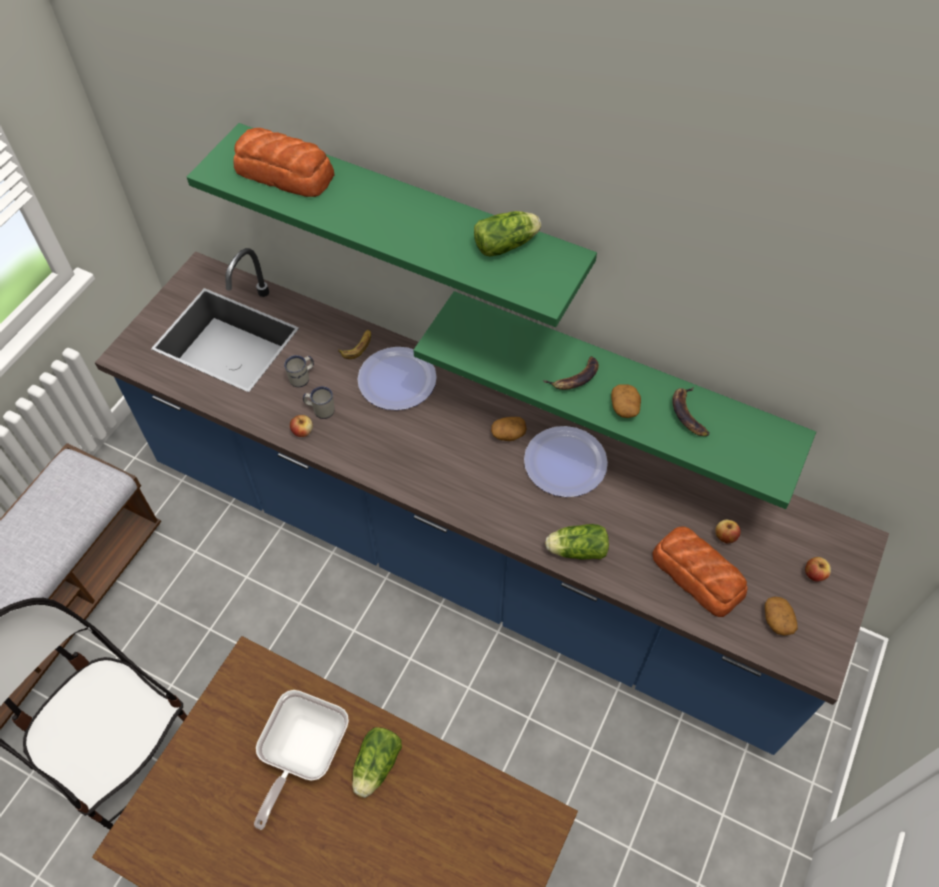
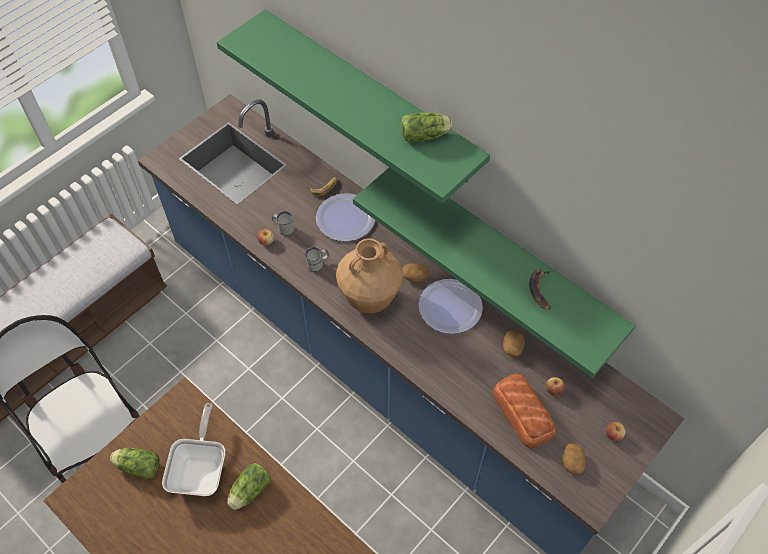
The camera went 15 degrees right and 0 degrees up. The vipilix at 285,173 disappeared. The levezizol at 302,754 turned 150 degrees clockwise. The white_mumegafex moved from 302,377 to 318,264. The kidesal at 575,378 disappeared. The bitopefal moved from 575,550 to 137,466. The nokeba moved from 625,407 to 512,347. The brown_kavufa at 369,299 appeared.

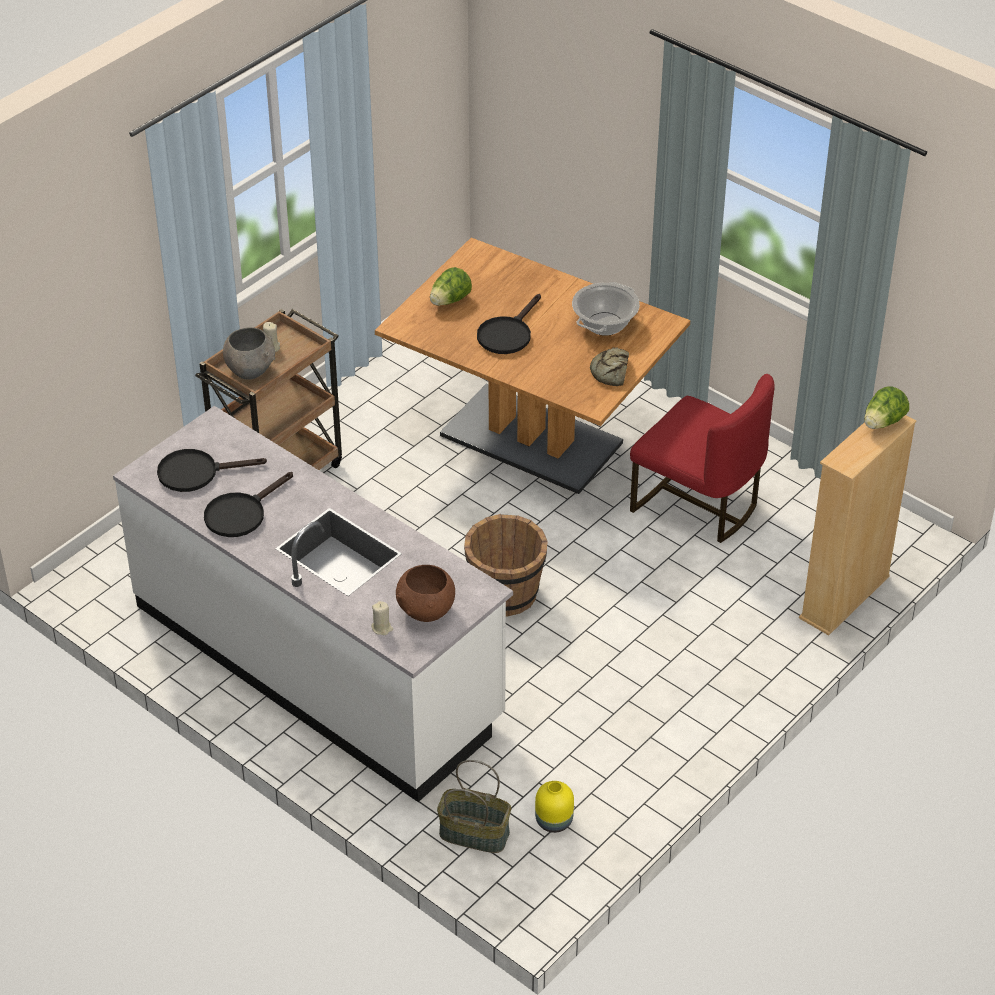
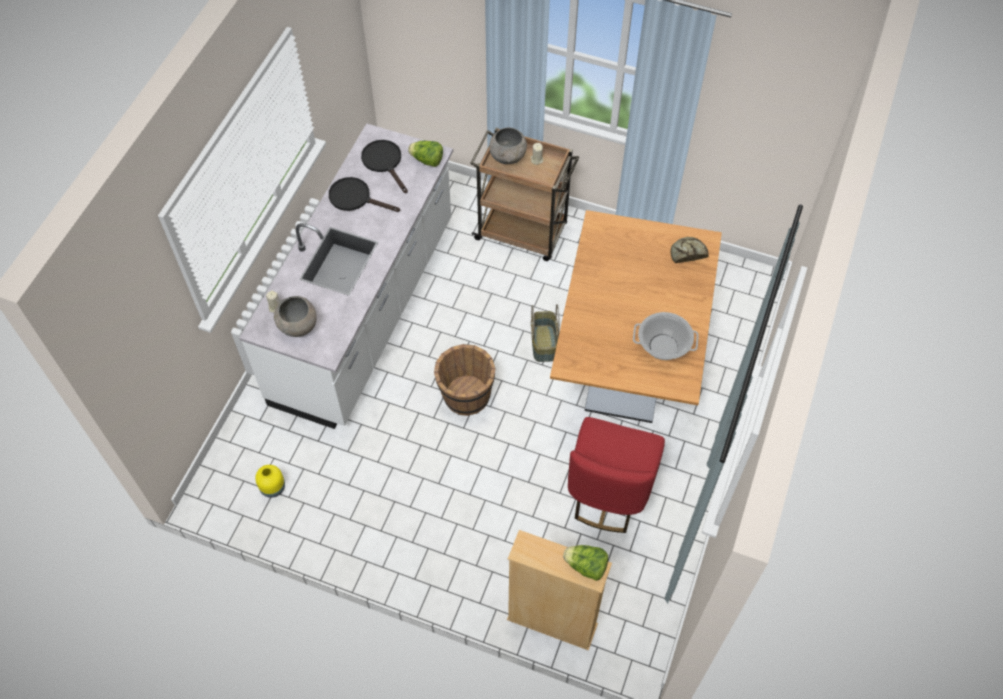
The camera went 70 degrees right and 15 degrees up. The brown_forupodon at 426,612 became the grey_forupodon at 298,327. The bitopefal moved from 450,300 to 427,160. The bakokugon moved from 475,833 to 544,344. The black_levezizol at 507,334 disappeared. The vipilix moved from 611,372 to 687,253.

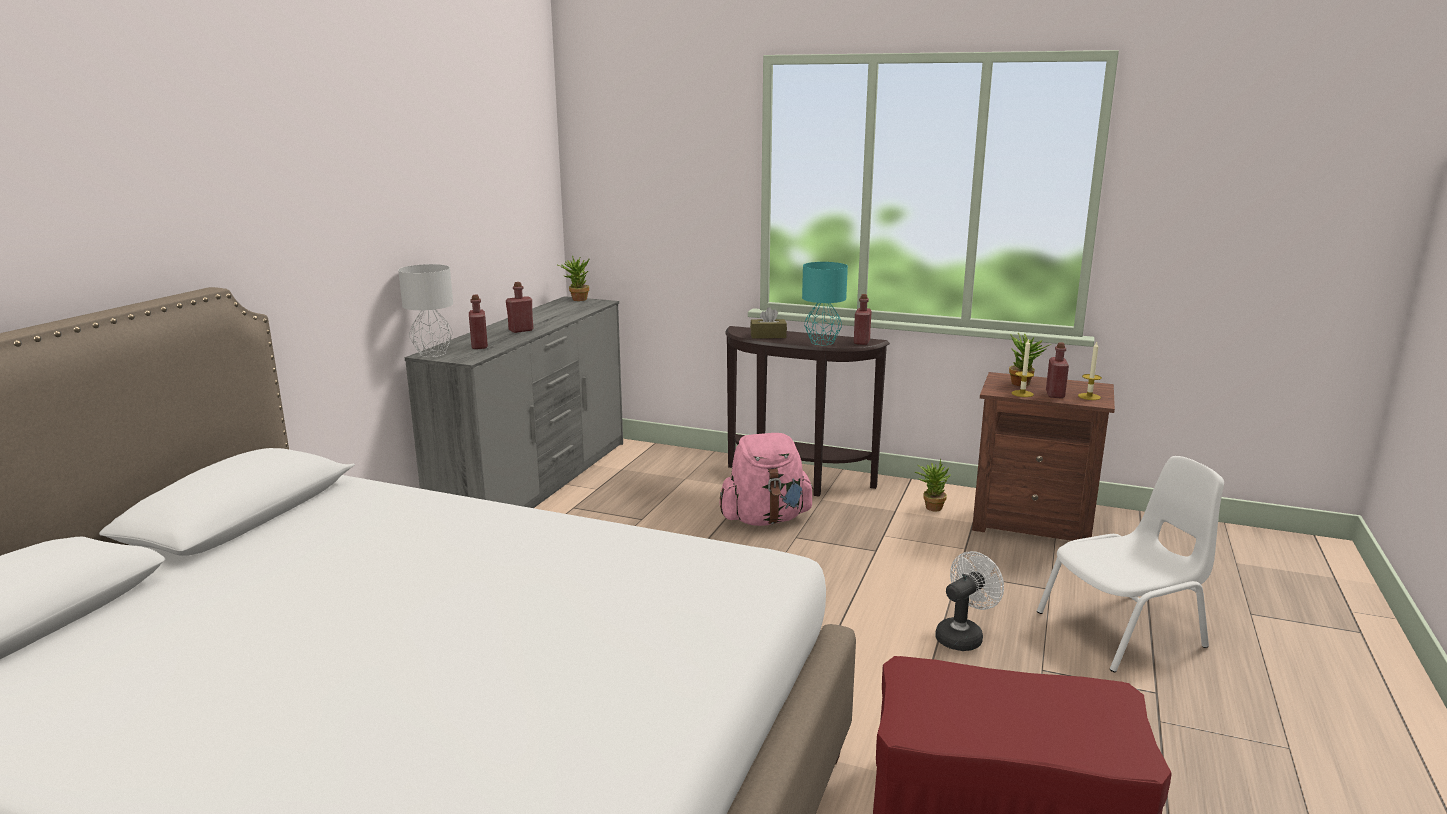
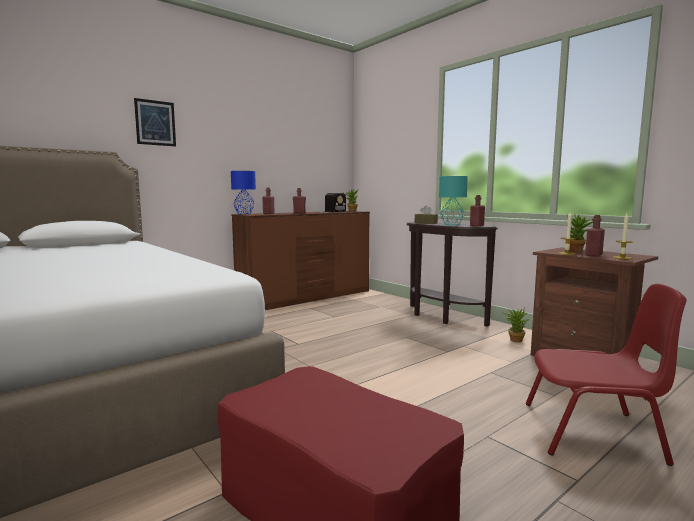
The camera went 30 degrees right and 10 degrees down. The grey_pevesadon at 433,354 became the blue_pevesadon at 244,214. The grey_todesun at 537,484 became the brown_todesun at 307,298. The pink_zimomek at 765,519 disappeared. The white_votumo at 963,636 disappeared. The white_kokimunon at 1123,630 became the red_kokimunon at 593,433. The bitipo at 155,123 appeared. The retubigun at 329,212 appeared.

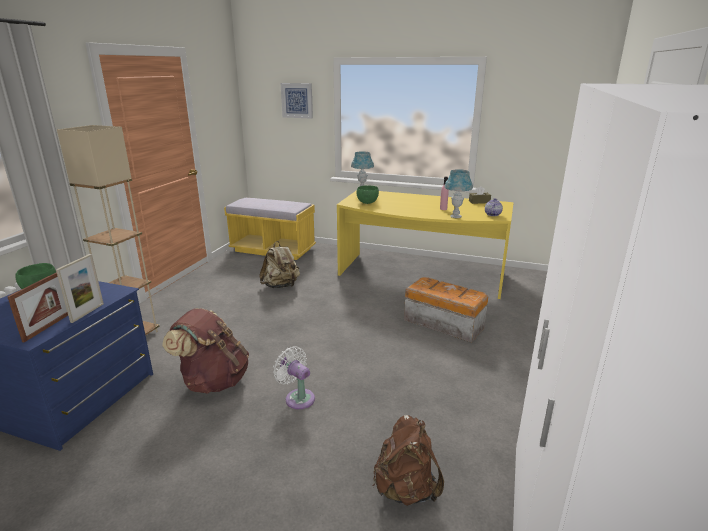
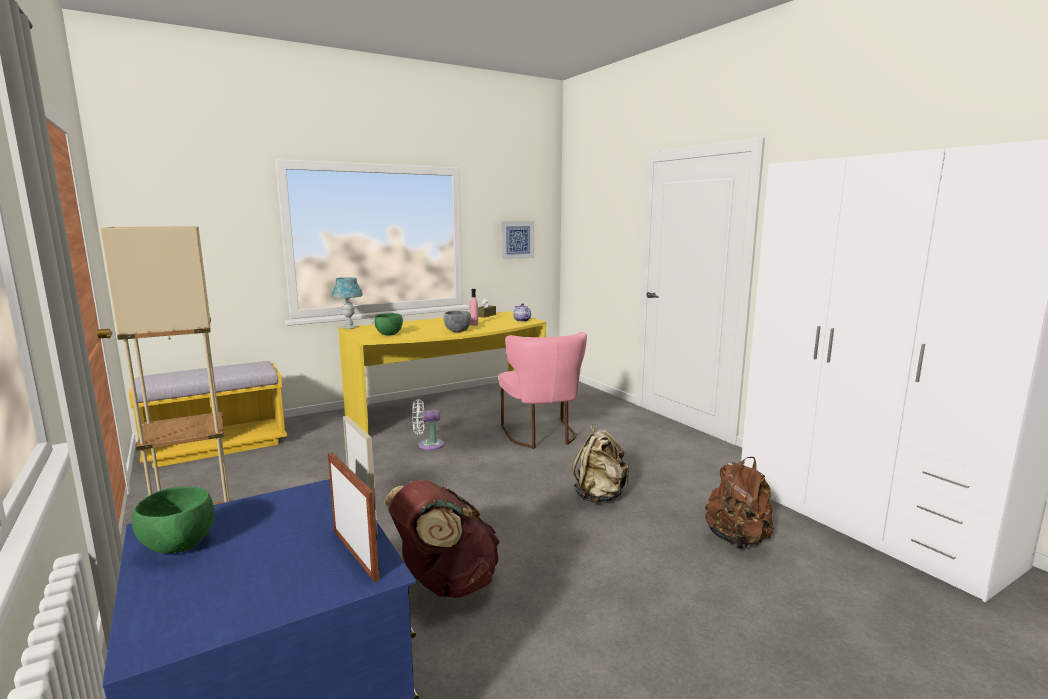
The camera went 50 degrees left and 10 degrees down. The beige_zimomek moved from 281,286 to 599,496. The white_votumo moved from 298,397 to 428,445. The bitipo moved from 297,100 to 517,239. The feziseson at 443,323 was replaced by the pink_kokimunon at 542,435. The blue_pevesadon at 455,216 disappeared. The grey_forupodon at 457,331 appeared.

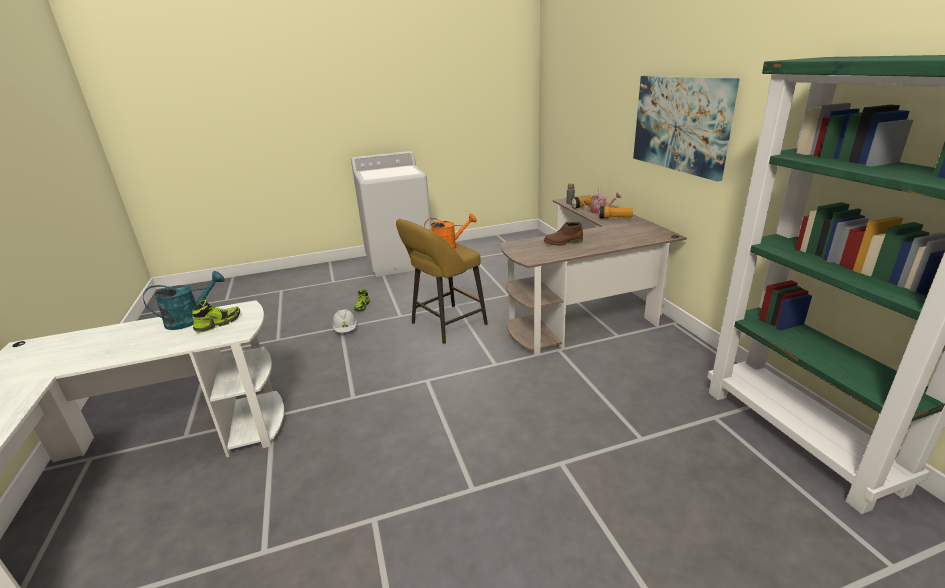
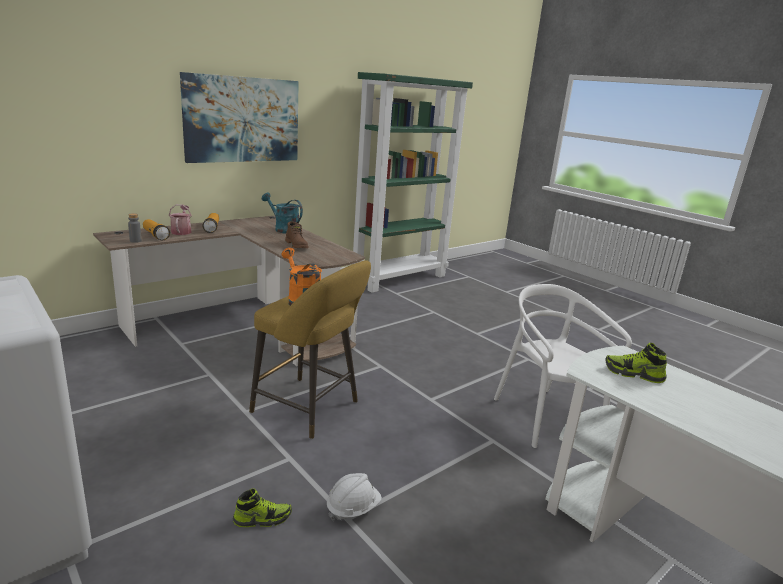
The camera went 115 degrees left and 5 degrees down. The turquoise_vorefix moved from 191,319 to 283,229. The white_kokimunon at 545,417 appeared.

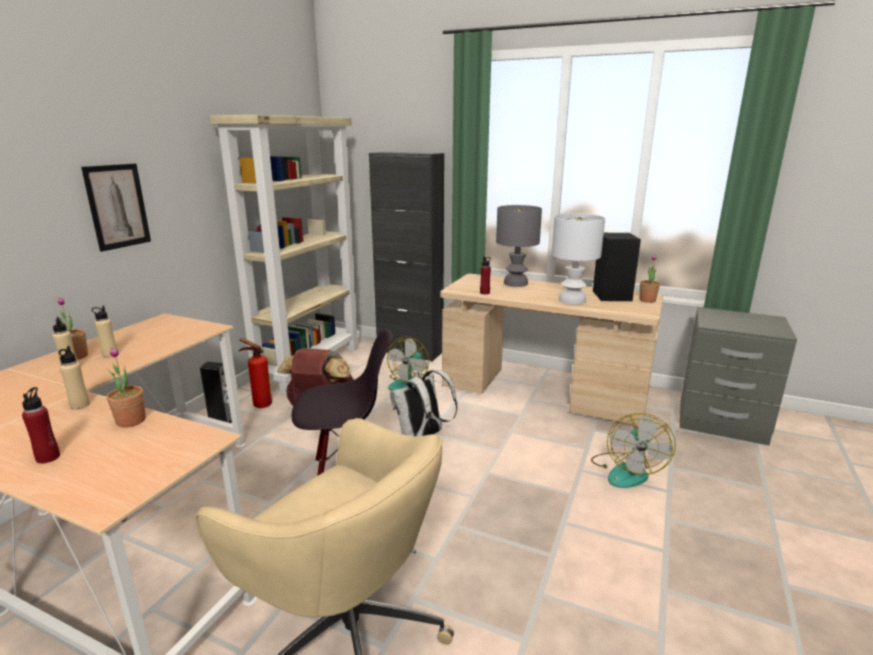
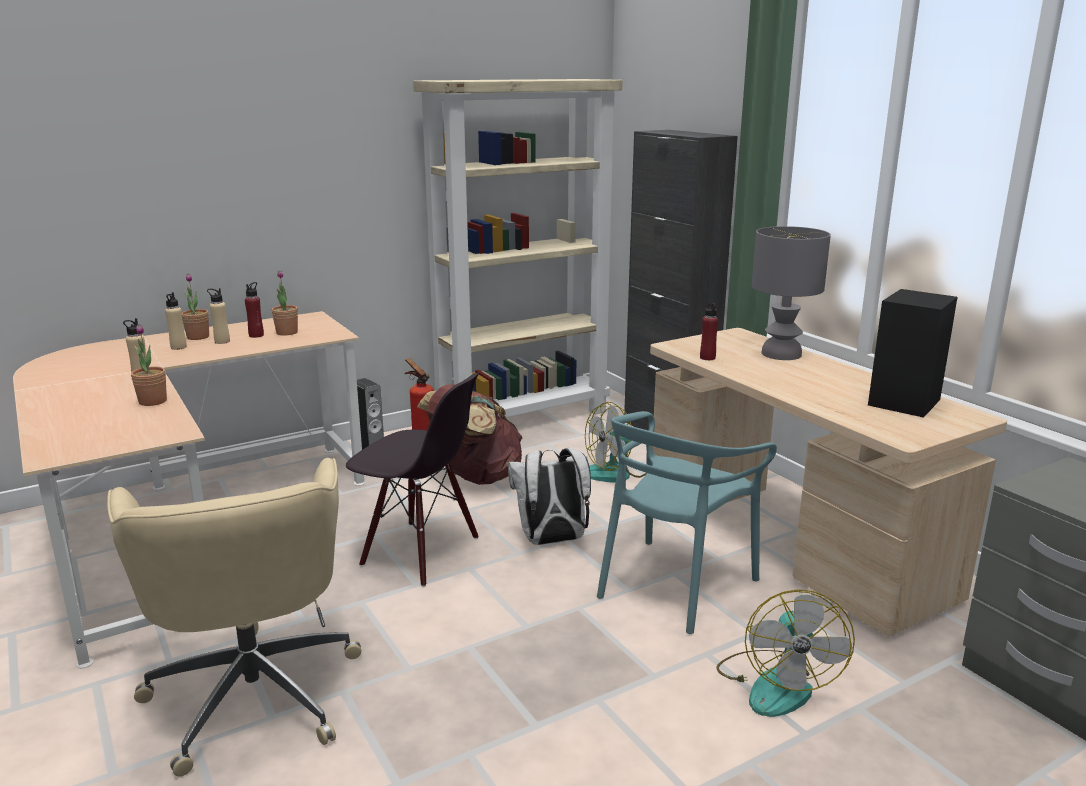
The camera went 35 degrees right and 0 degrees up. The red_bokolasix moved from 48,457 to 256,335. The bitipo at 117,206 disappeared. The white_pevesadon at 571,300 disappeared. The votumo at 627,471 turned 45 degrees counterclockwise. The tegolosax moved from 647,300 to 287,332. The turquoise_kokimunon at 674,585 appeared.

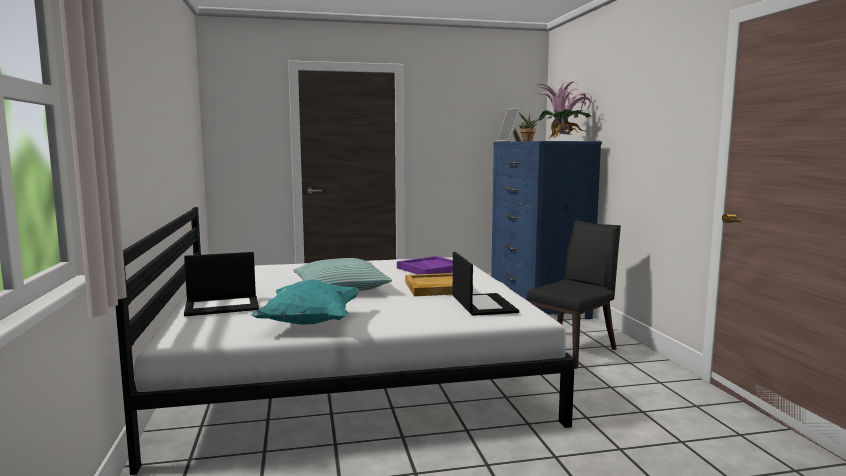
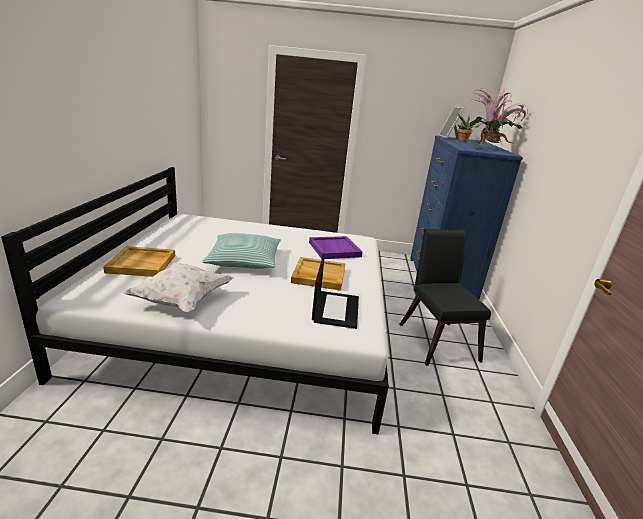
The camera went 15 degrees right and 15 degrees up. The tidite at 223,306 was replaced by the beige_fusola at 142,263. The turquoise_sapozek at 310,323 became the white_sapozek at 182,300. The black_kokimunon at 571,348 turned 75 degrees counterclockwise.

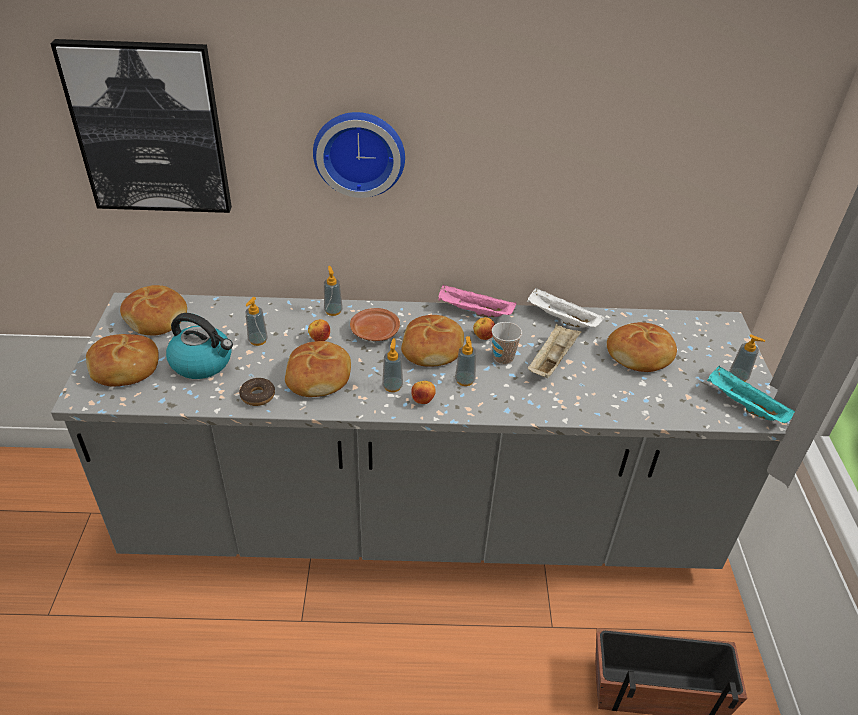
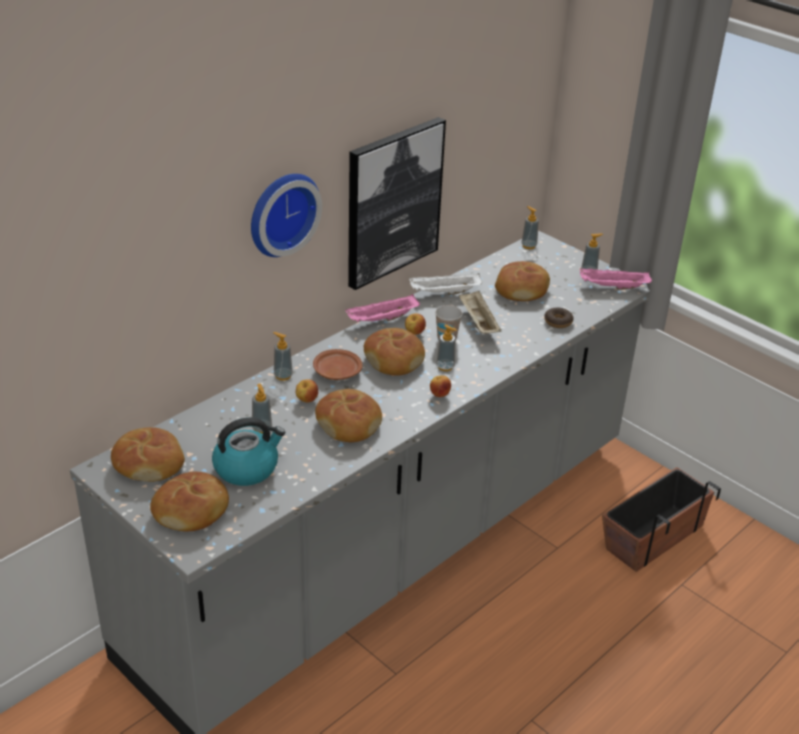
The camera went 45 degrees left and 5 degrees down. The bitipo moved from 150,129 to 393,202. The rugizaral moved from 258,396 to 558,322. The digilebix moved from 392,386 to 528,246. The turquoise_fusola at 743,406 became the pink_fusola at 613,287.

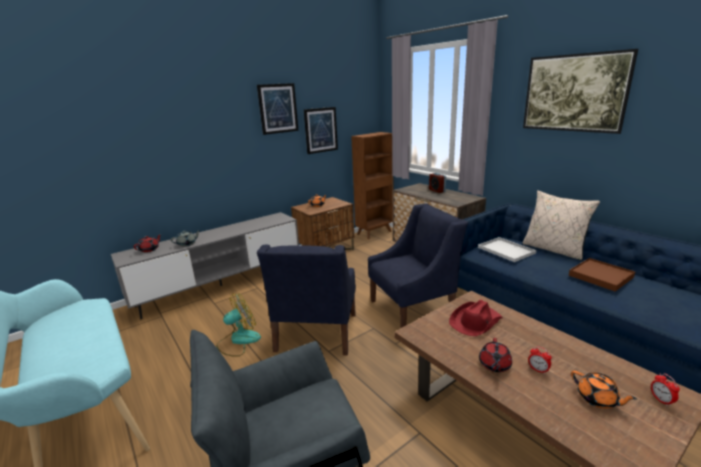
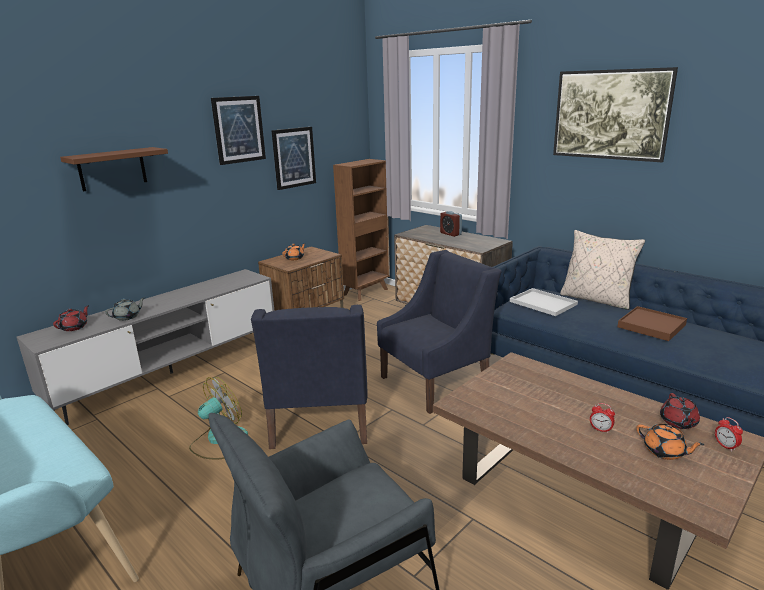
The camera went 10 degrees left and 0 degrees up. The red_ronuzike at 475,321 disappeared. The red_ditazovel moved from 494,365 to 678,422. The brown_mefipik at 112,169 appeared.

